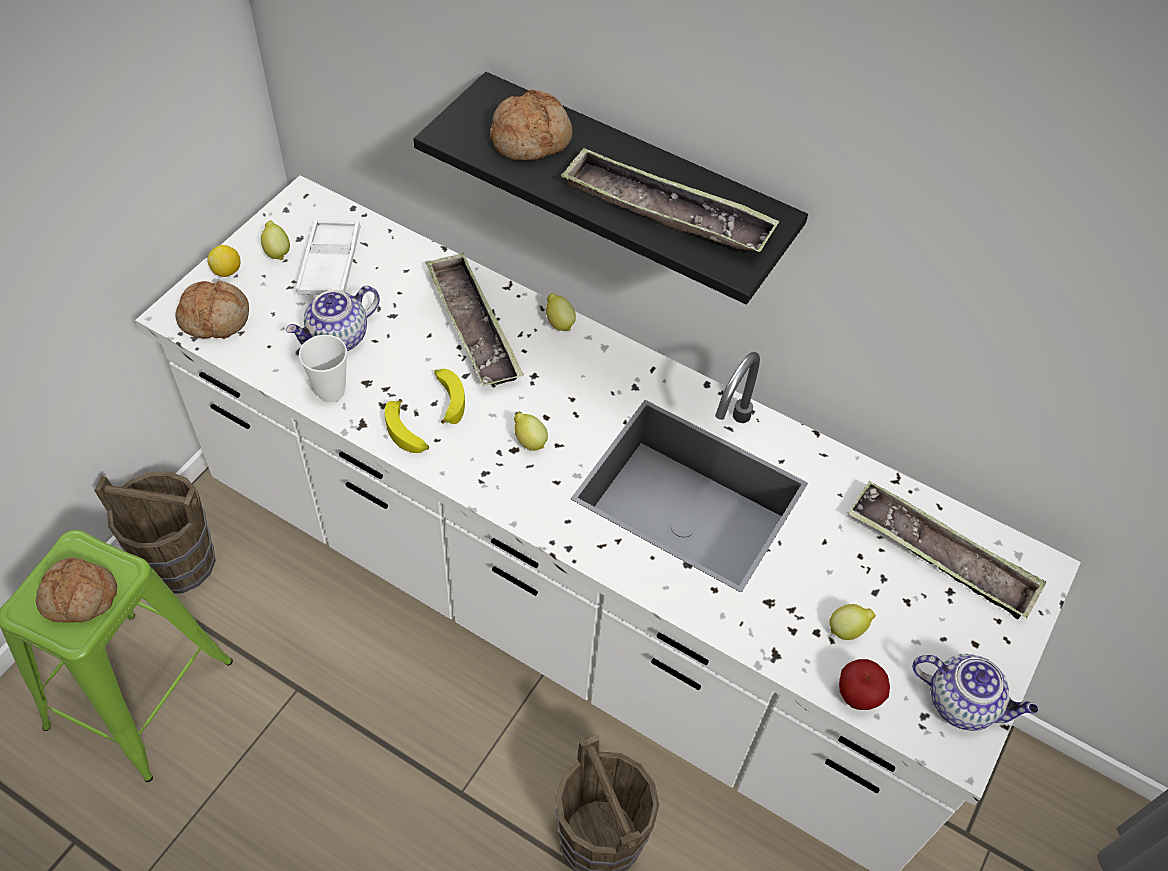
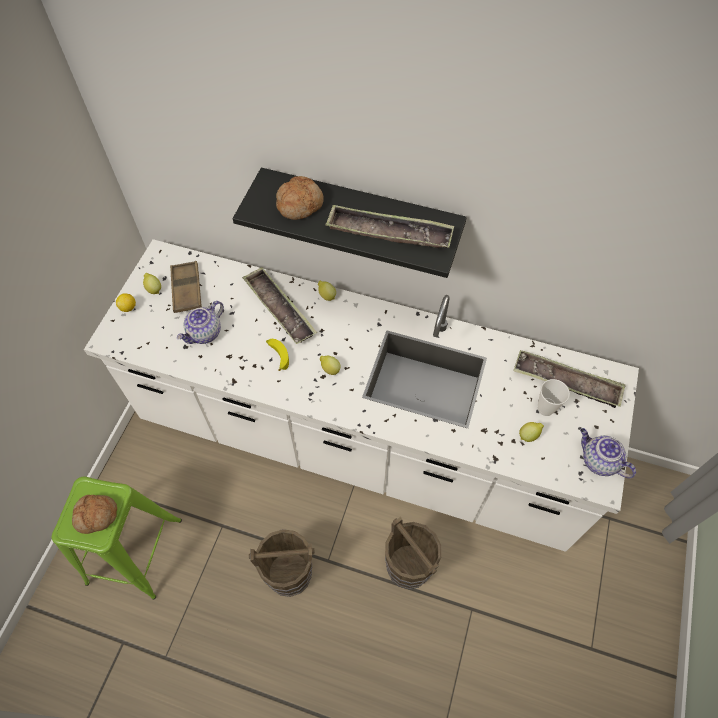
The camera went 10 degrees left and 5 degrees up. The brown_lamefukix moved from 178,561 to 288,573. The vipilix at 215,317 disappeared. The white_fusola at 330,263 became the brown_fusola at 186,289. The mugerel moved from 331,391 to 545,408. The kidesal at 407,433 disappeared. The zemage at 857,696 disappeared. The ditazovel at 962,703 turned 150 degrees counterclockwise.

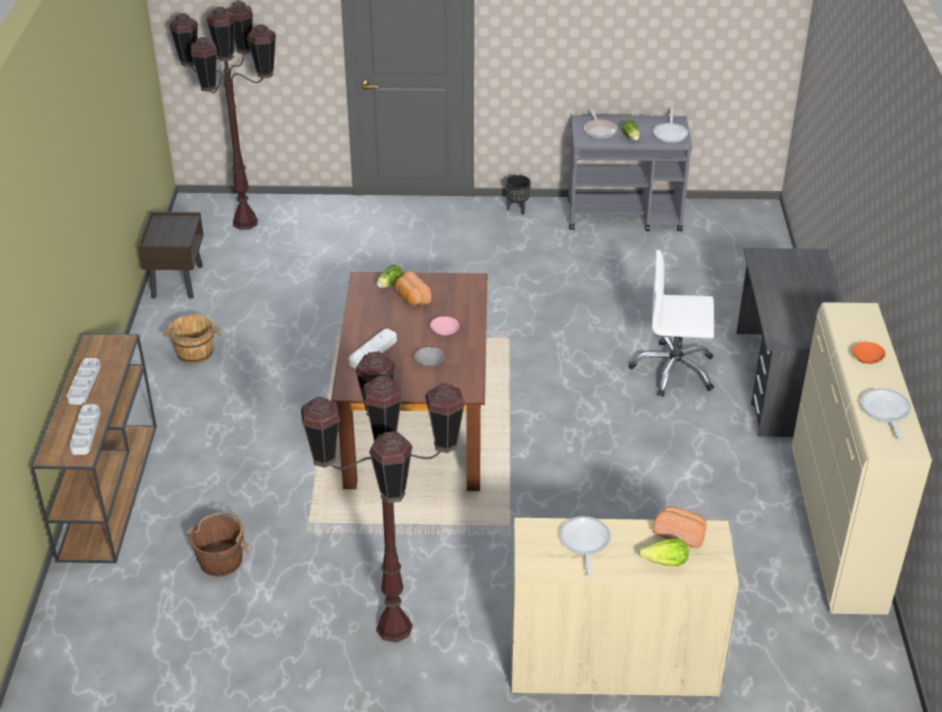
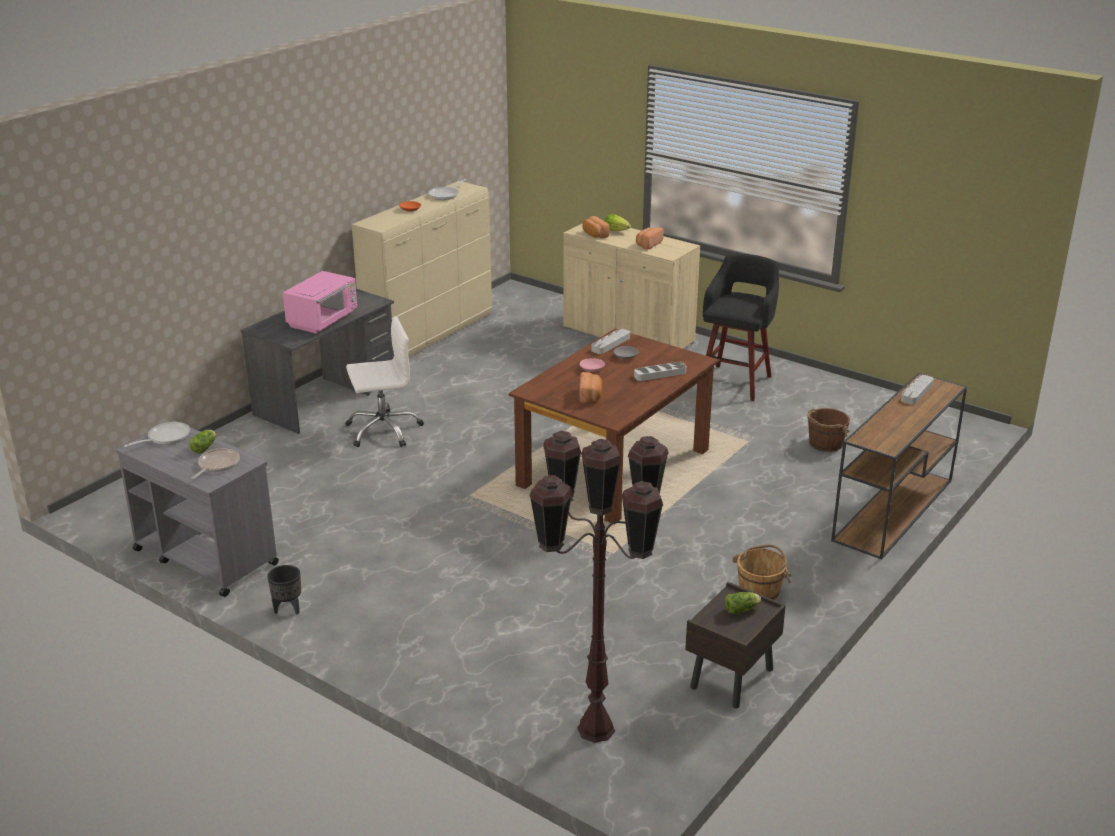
The camera went 145 degrees left and 10 degrees down. The grey_fusola moved from 84,384 to 610,344. The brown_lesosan at 393,628 was replaced by the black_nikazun at 736,381. The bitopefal moved from 389,284 to 742,609. The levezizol at 584,543 was replaced by the vipilix at 648,244. The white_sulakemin at 674,371 turned 60 degrees counterclockwise. The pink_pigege at 323,320 appeared.

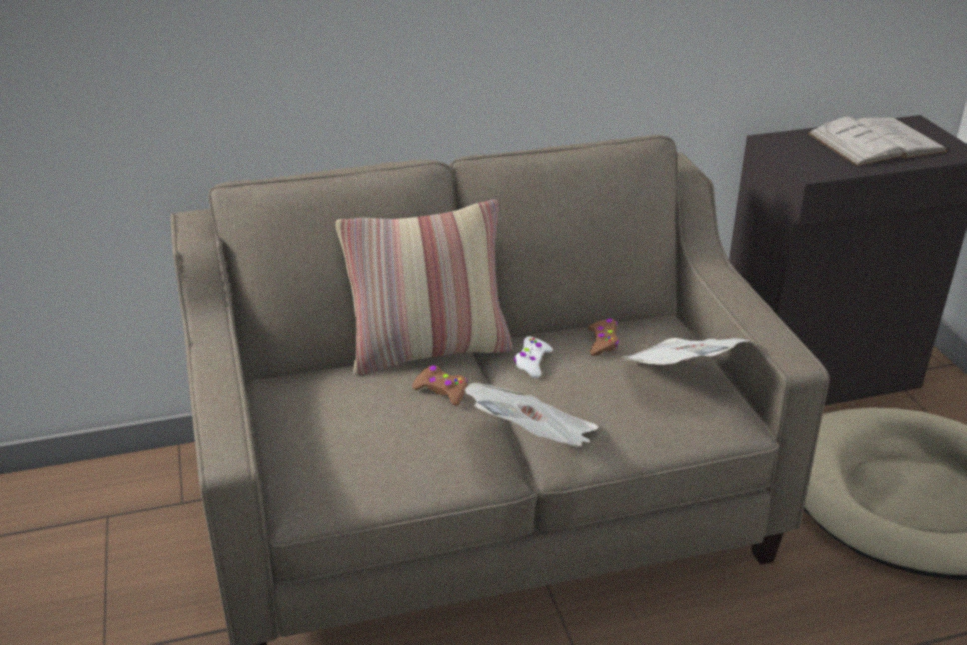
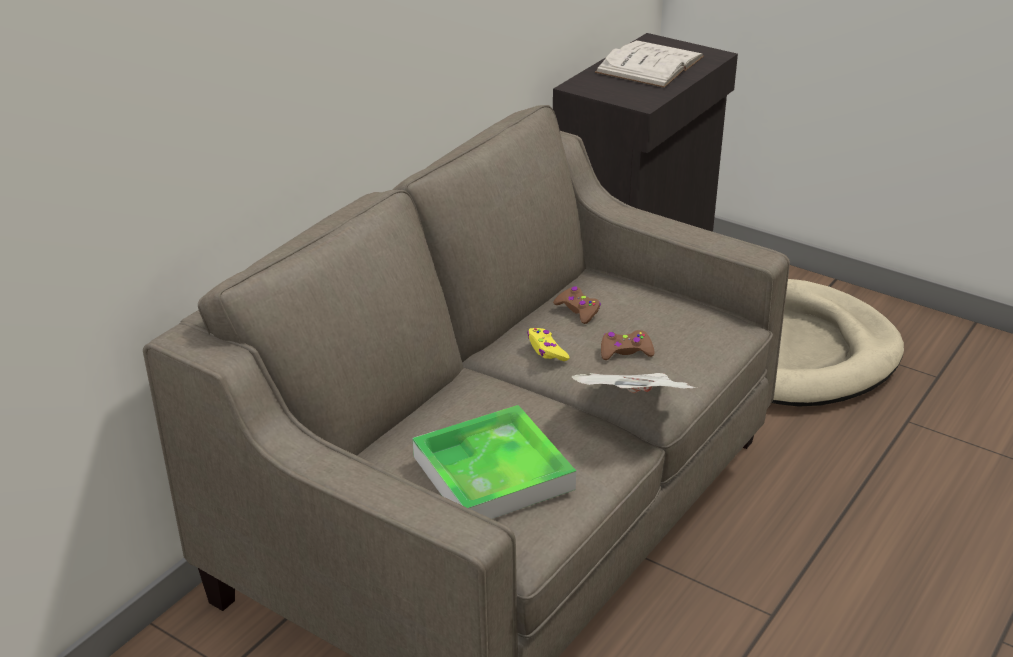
The camera went 40 degrees left and 0 degrees up. The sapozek at 429,350 disappeared. The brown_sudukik moved from 442,390 to 625,351. The white_sudukik at 532,362 became the yellow_sudukik at 546,350. The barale at 680,375 disappeared. The fusola at 493,472 appeared.

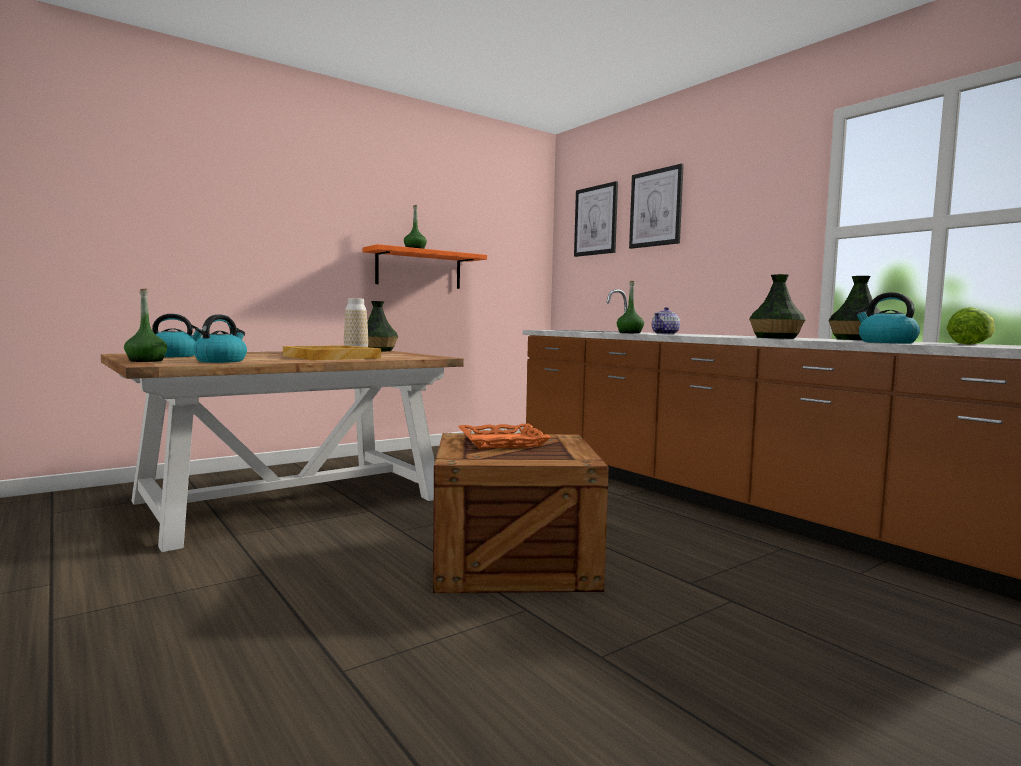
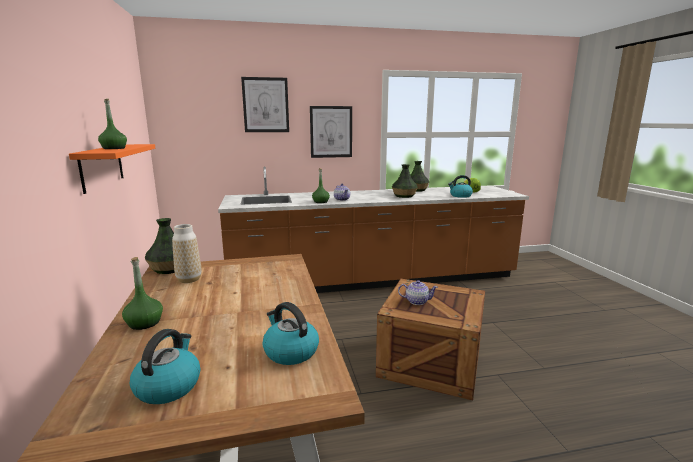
The camera went 65 degrees left and 10 degrees up. The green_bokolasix moved from 146,361 to 144,323. The beige_fusola at 331,357 disappeared. The orange_fusola at 502,441 was replaced by the ditazovel at 416,301. The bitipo moved from 596,220 to 331,132.

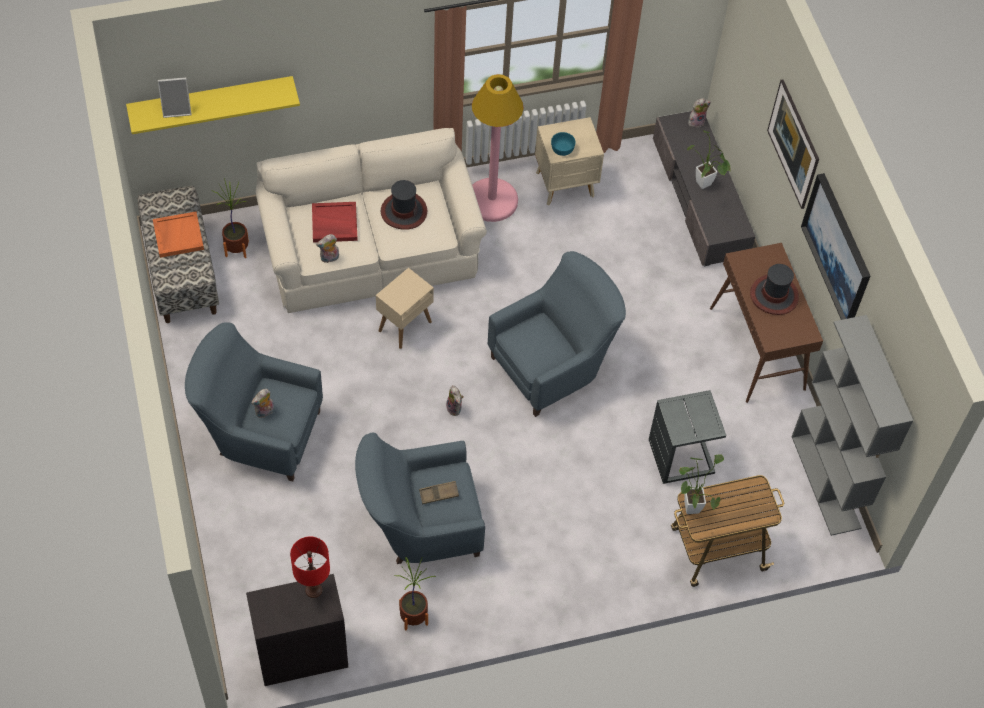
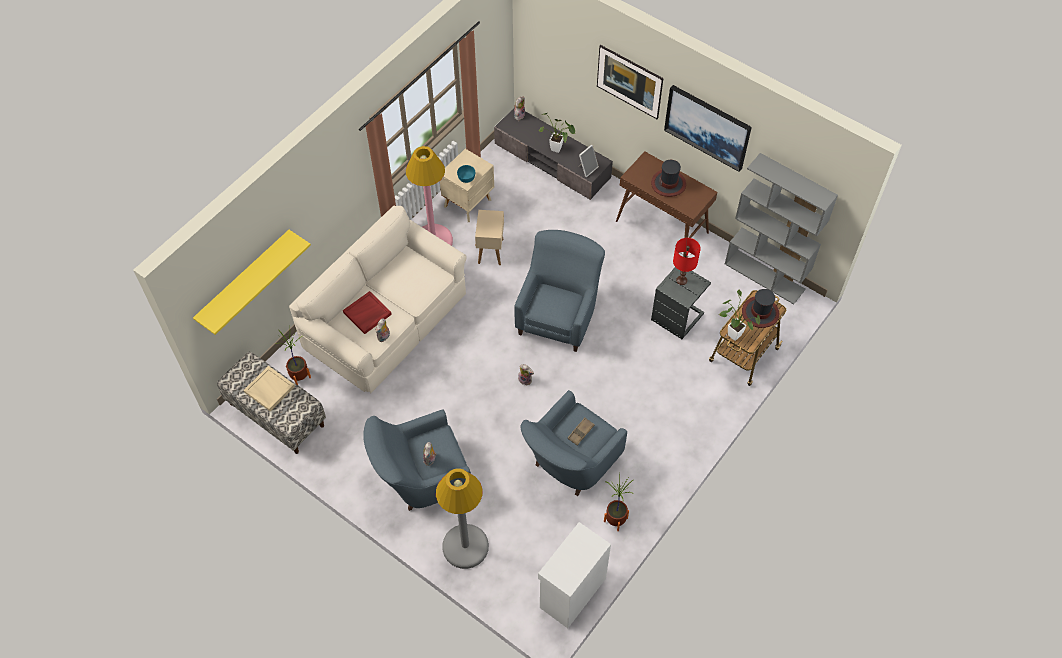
The camera went 35 degrees left and 0 degrees up. The orange_fusola at 178,235 became the beige_fusola at 269,389. The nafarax moved from 177,109 to 587,168. The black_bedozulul at 301,654 became the white_bedozulul at 571,592. The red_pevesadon moved from 313,589 to 681,280. The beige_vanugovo moved from 404,327 to 490,251. The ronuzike moved from 403,211 to 760,313. The grey_lesosan at 465,546 appeared.

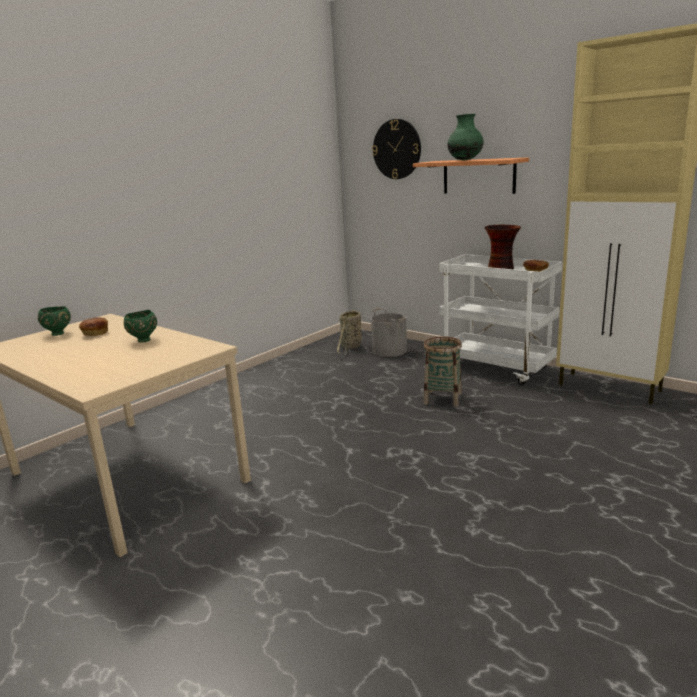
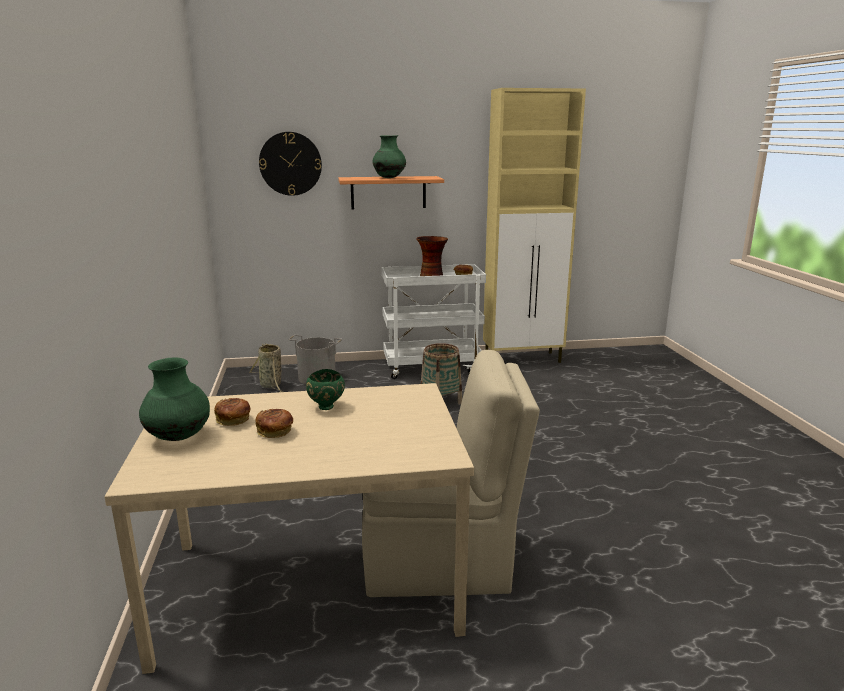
The camera went 50 degrees left and 0 degrees up. The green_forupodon at 58,333 was replaced by the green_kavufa at 179,437. The vipilix at 275,432 appeared. The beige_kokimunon at 441,561 appeared.

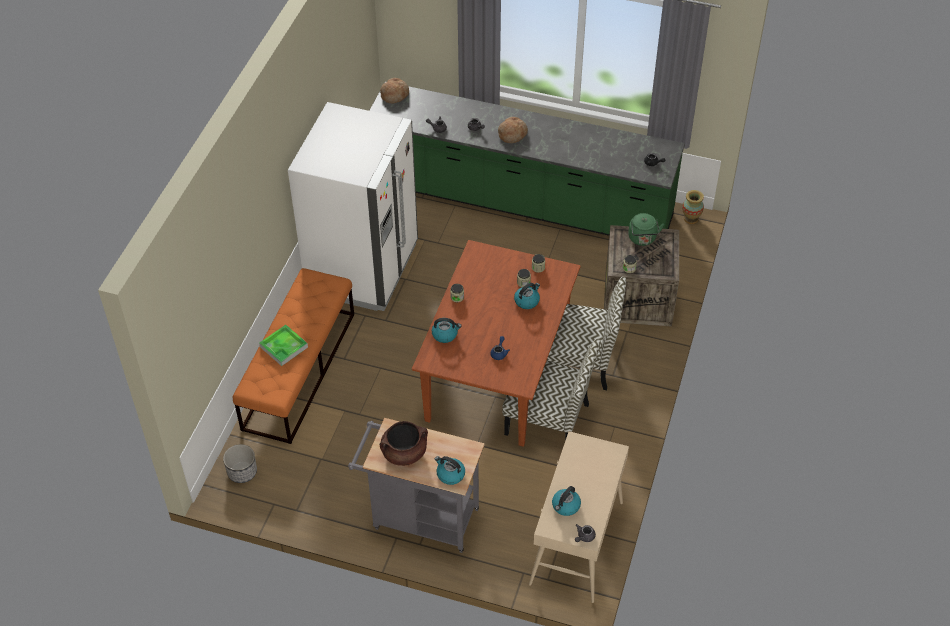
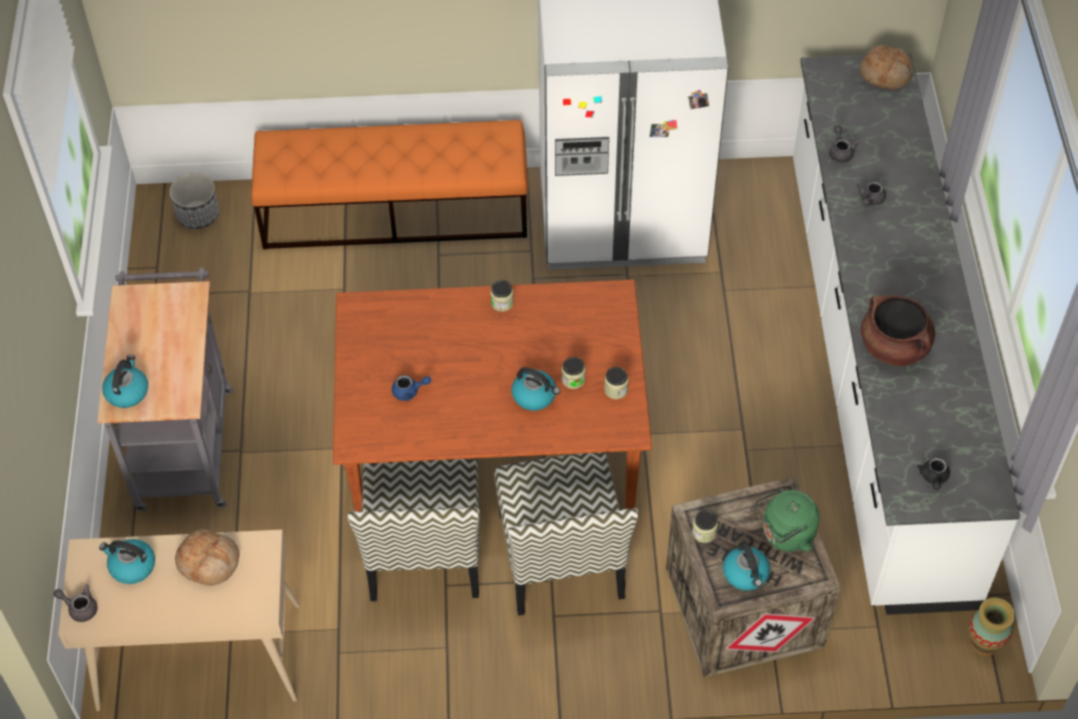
The camera went 70 degrees right and 5 degrees up. The fusola at 284,347 disappeared. The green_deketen at 520,203 became the white_deketen at 874,372. The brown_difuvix moved from 404,453 to 894,347. The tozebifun moved from 445,334 to 746,574. The vipilix moved from 512,134 to 209,562.

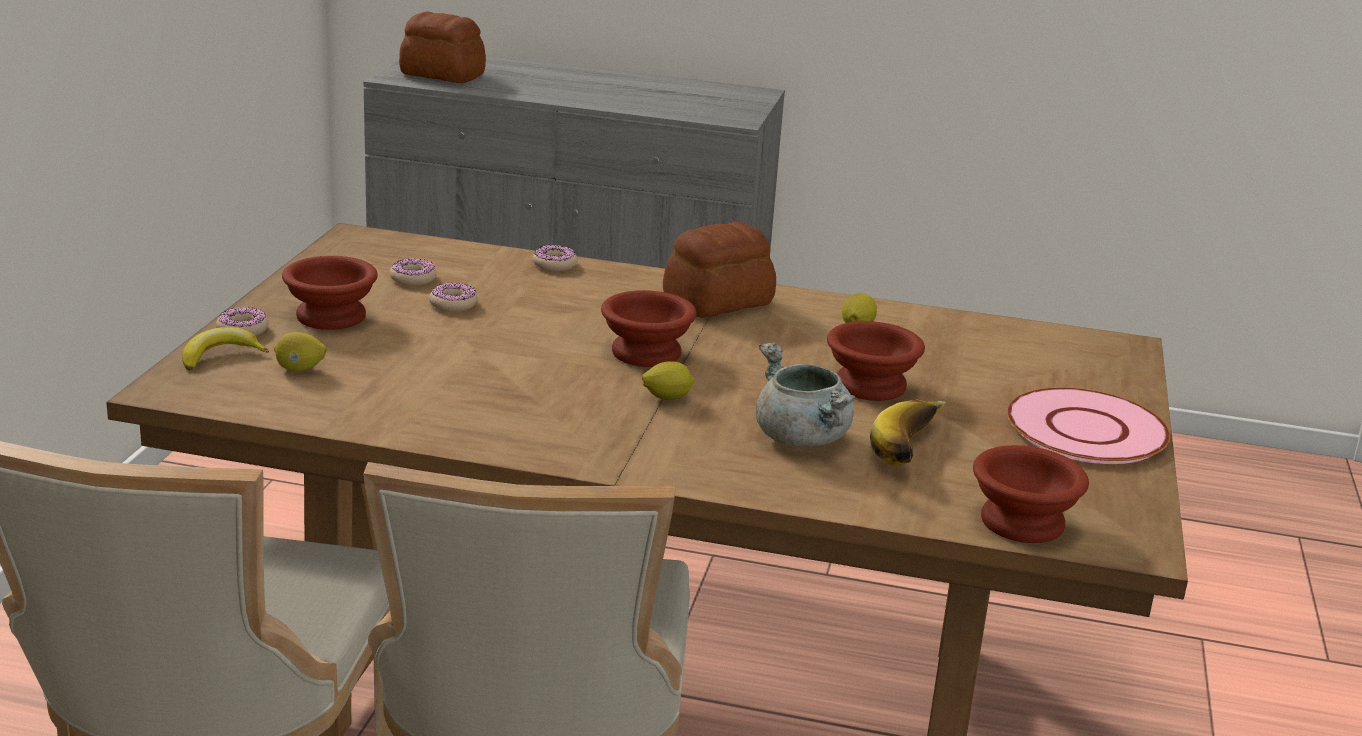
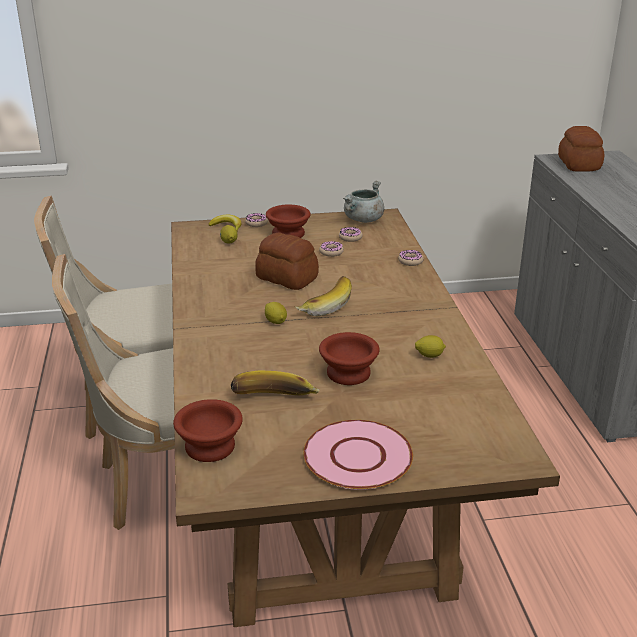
The camera went 70 degrees right and 5 degrees up. The brown_forupodon at 643,353 was replaced by the kidesal at 323,305. The vipilix moved from 719,302 to 287,278. The grey_difuvix moved from 802,439 to 363,220.

